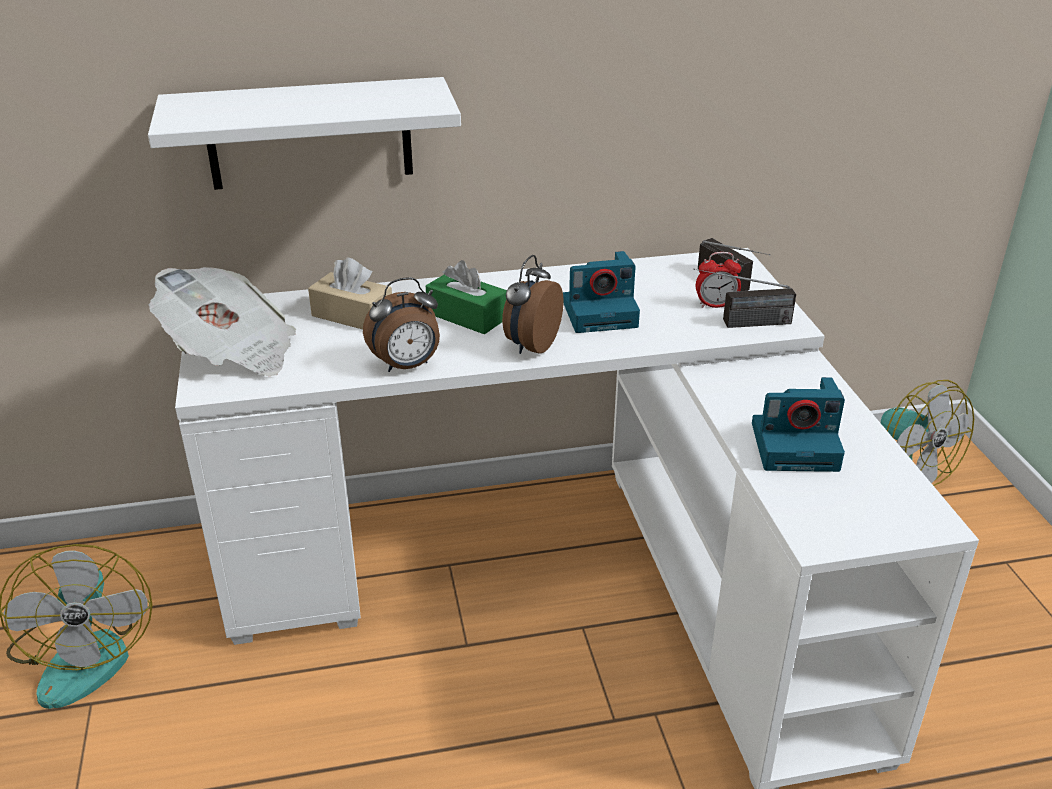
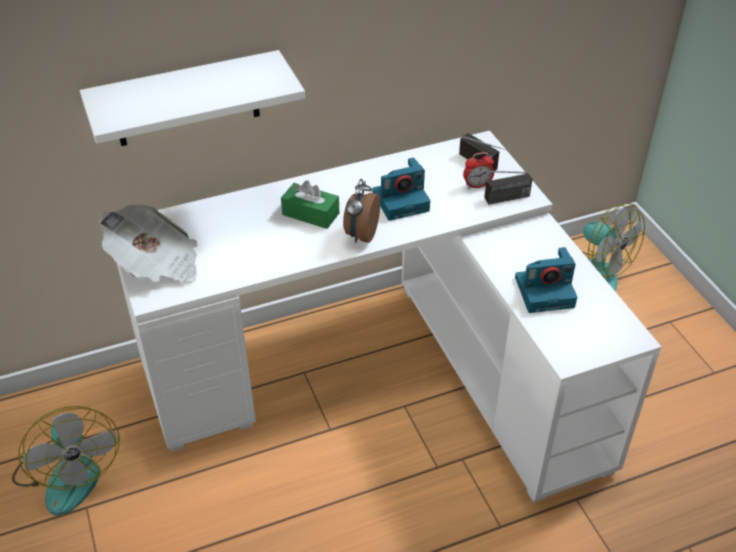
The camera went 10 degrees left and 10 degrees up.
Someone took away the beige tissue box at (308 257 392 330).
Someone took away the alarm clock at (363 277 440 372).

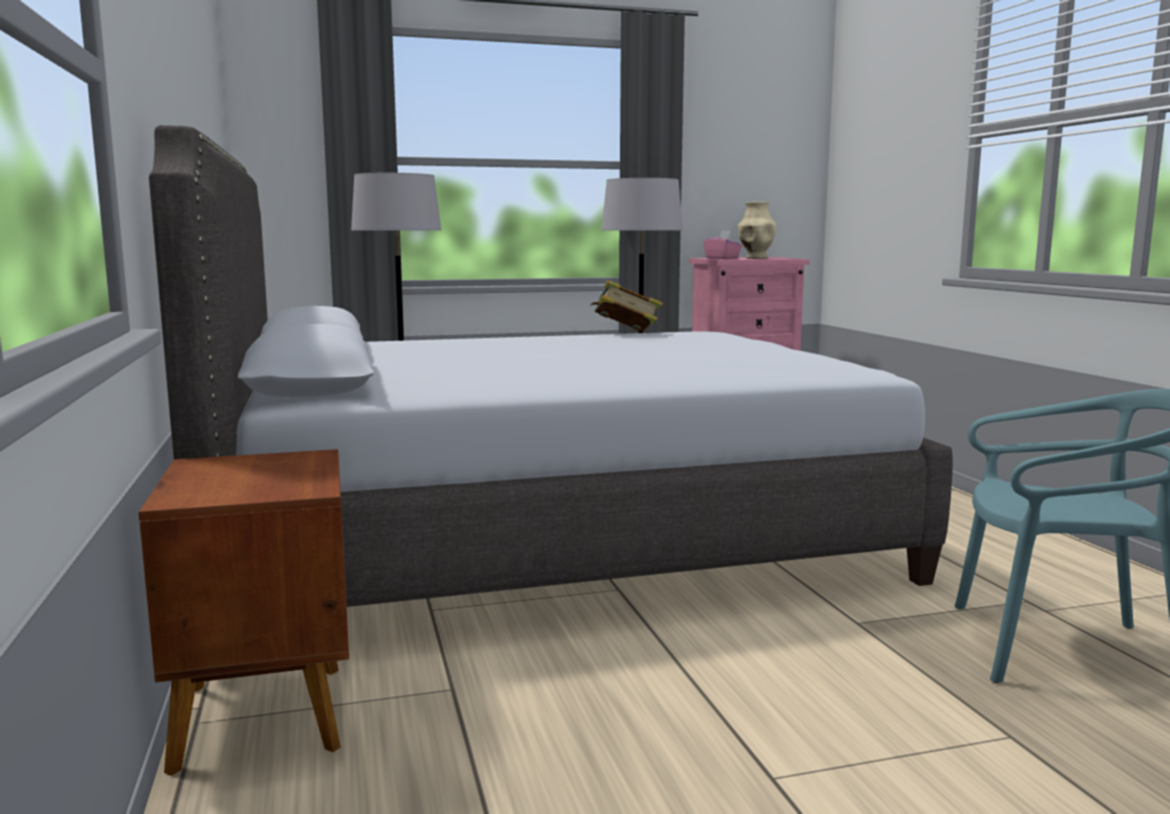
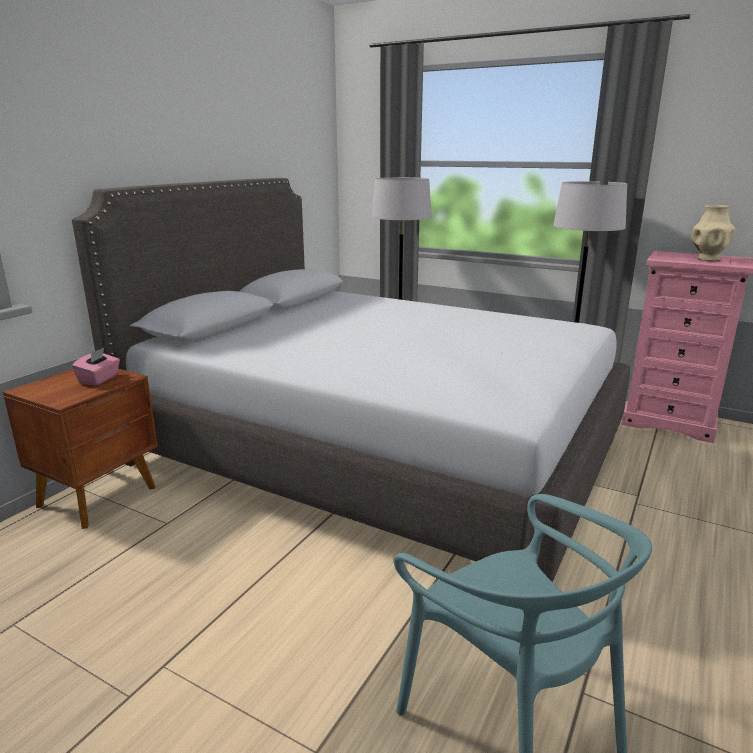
The camera went 45 degrees right and 10 degrees up.
Someone took away the book at (590 280 663 332).
Someone carried the pink tissue box from (703 230 742 259) to (72 348 120 386).

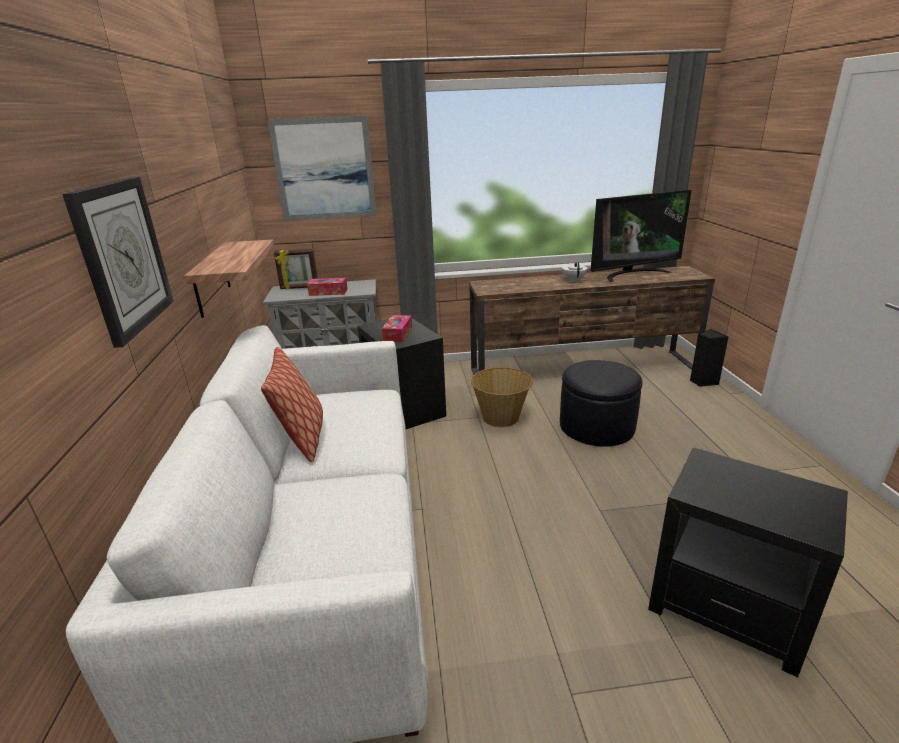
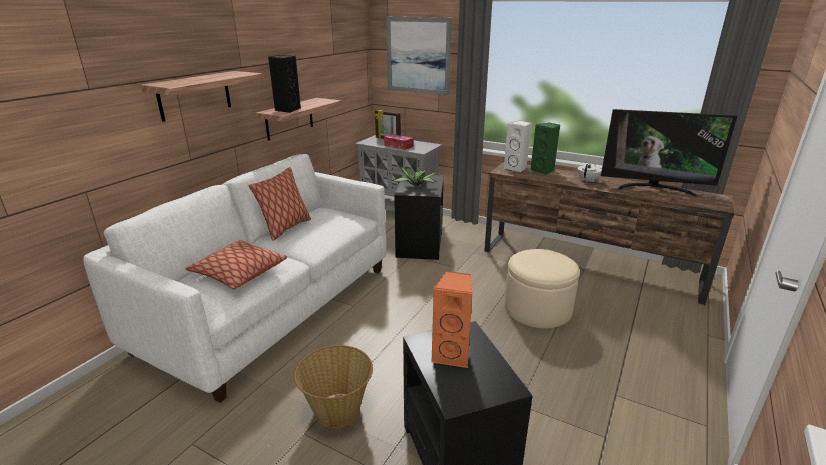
The camera went 35 degrees right and 0 degrees up.
Someone put down the pillow at (185 240 287 289).
Someone put down the orange speaker at (431 271 473 368).
Someone put down the white speaker at (504 120 532 172).
Someone put down the green speaker at (530 122 560 175).
Someone carried the basket from (471 367 533 427) to (294 345 373 428).
Someone carried the black speaker from (690 329 729 387) to (268 56 301 113).
Someone swapped the wall clock at (62 177 174 348) for the shelf at (140 71 264 122).
Someone swapped the tissue box at (382 315 412 342) for the potted plant at (391 167 437 186).
Someone repainted the black ottoman at (560 360 643 447), which became the beige ottoman at (505 249 580 328).

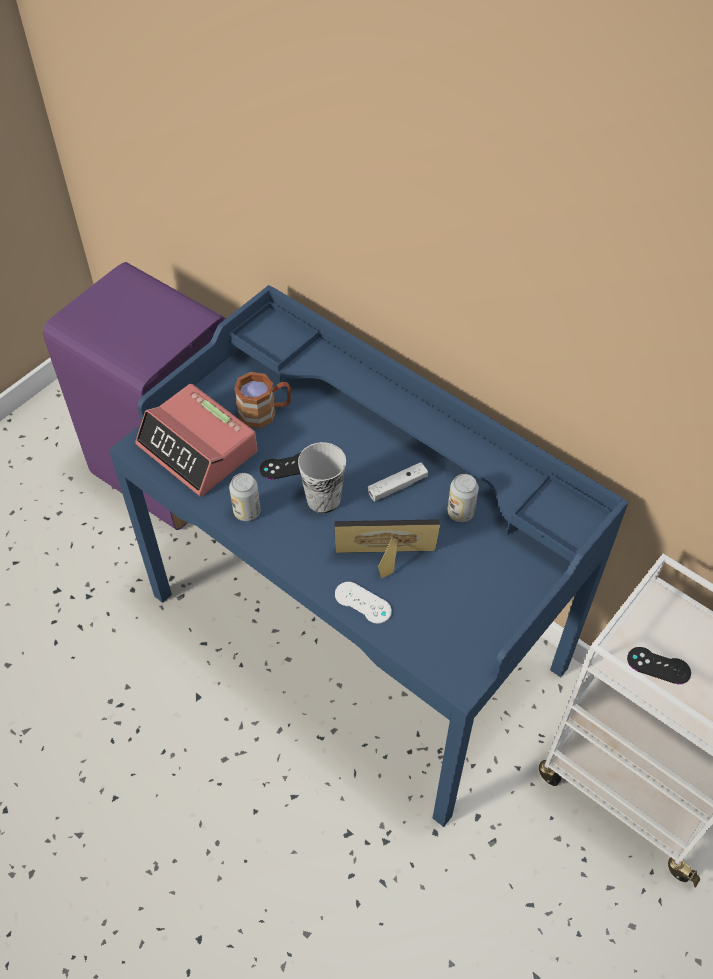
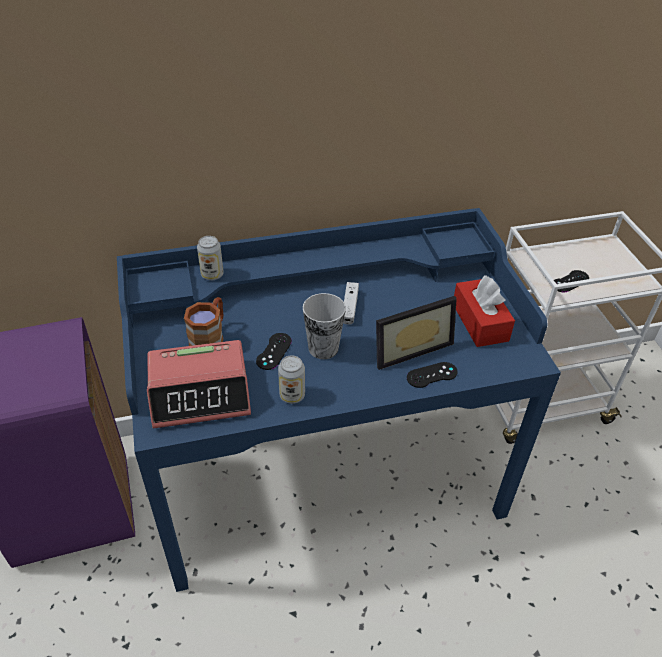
The camera went 55 degrees left and 10 degrees down.
Someone put down the red tissue box at (454 275 515 347).
Someone carried the can from (448 474 479 522) to (197 236 224 280).
Someone repainted the white game controller at (335 582 392 624), which became the black game controller at (407 362 458 388).
Someone rotated the picture frame at (334 519 440 579) by 150 degrees counterclockwise.

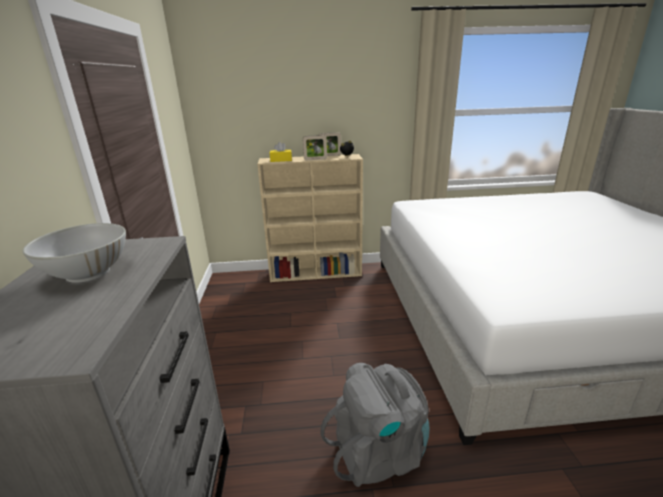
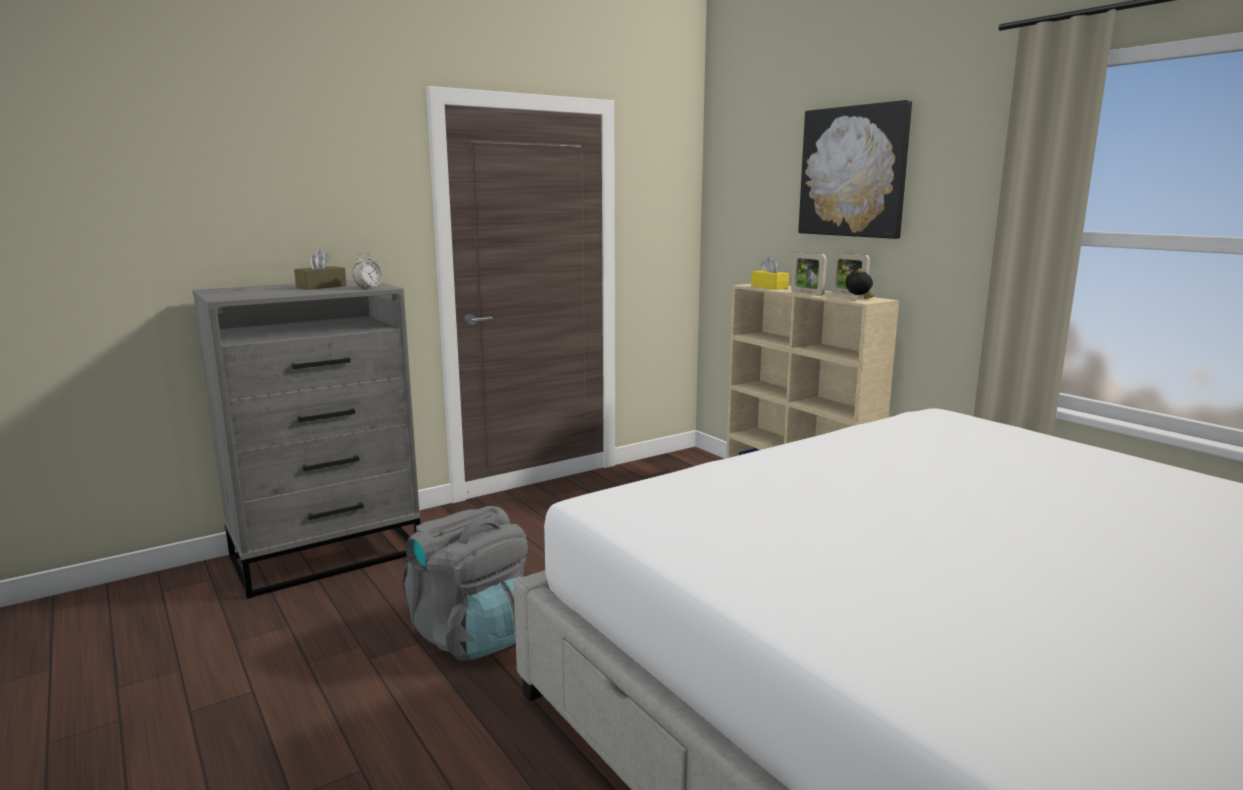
The camera went 60 degrees right and 10 degrees down.
Someone put down the alarm clock at (353 252 383 288).
Someone put up the picture at (798 100 912 239).
Someone swapped the white bowl at (23 223 126 283) for the brown tissue box at (294 250 347 290).

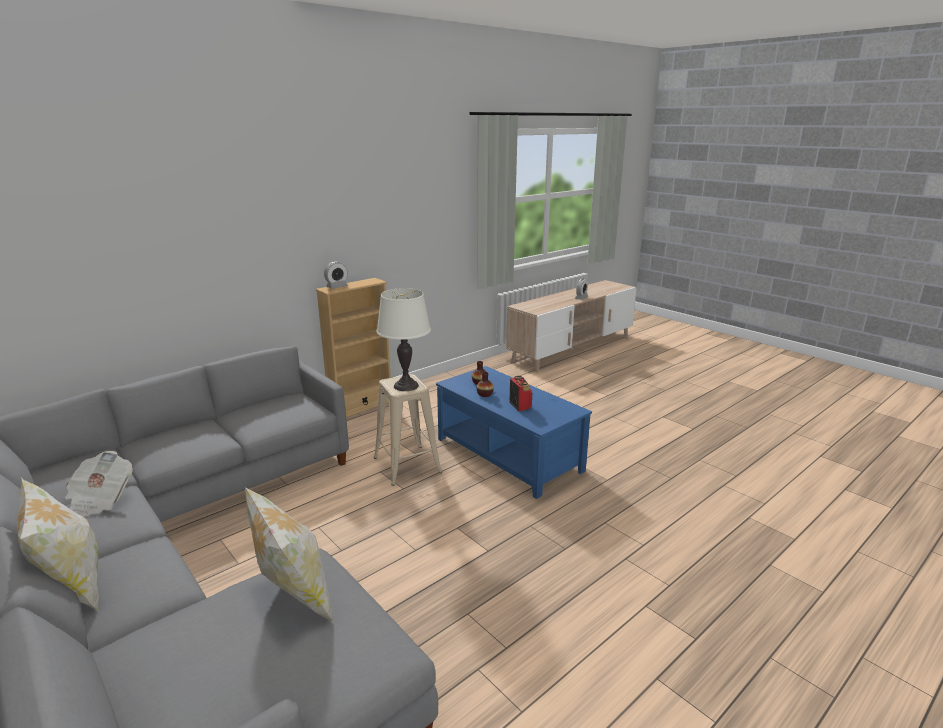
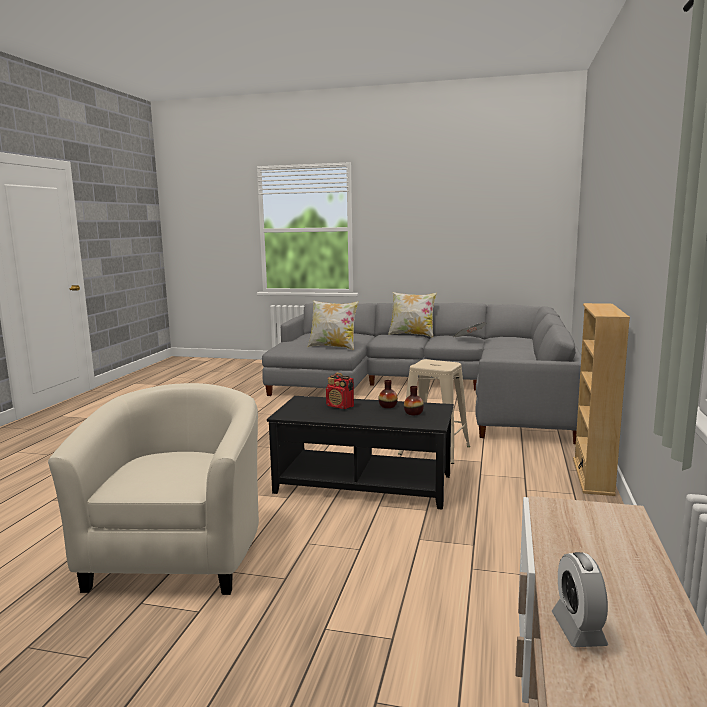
The camera went 145 degrees right and 10 degrees down.
Someone took away the alarm clock at (324 261 348 289).
Someone took away the white table lamp at (376 288 431 391).
Someone put down the beige armchair at (48 383 259 595).
Someone repainted the blue coffee table at (436 366 592 499), which became the black coffee table at (267 396 454 510).

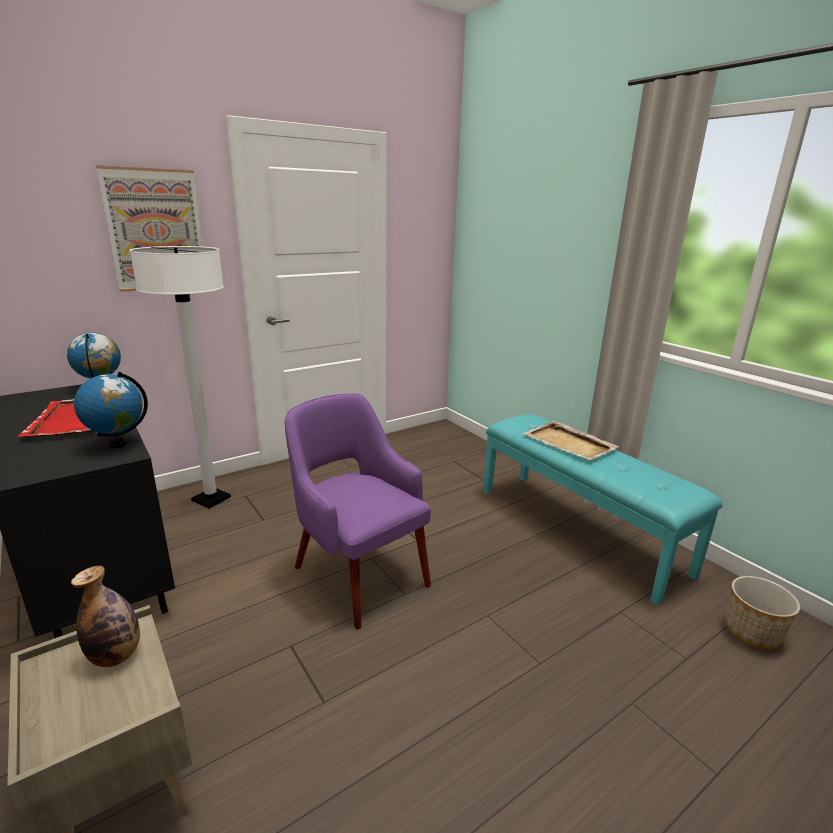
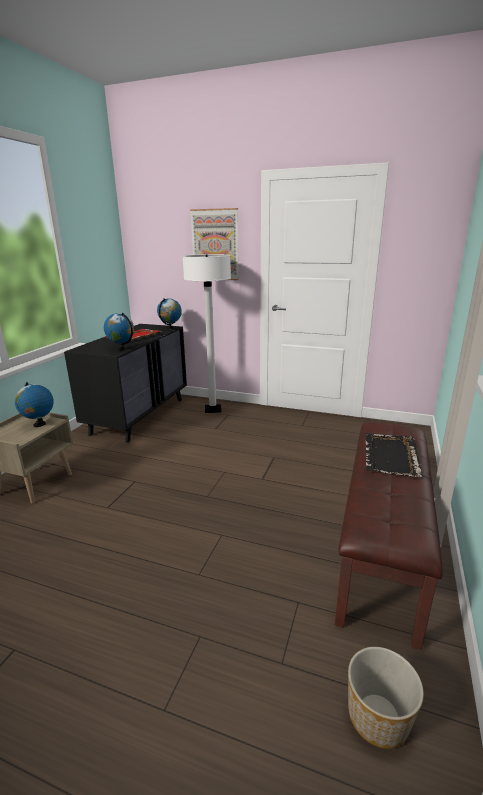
The camera went 55 degrees right and 0 degrees up.
Someone took away the purple armchair at (285 393 431 629).
Someone swapped the bottle at (71 566 140 667) for the globe at (15 382 54 427).
Someone repainted the turquoise bench at (483 415 723 605), which became the brown bench at (334 422 443 650).
Someone repainted the beige tray at (523 421 619 460), which became the black tray at (365 433 423 477).

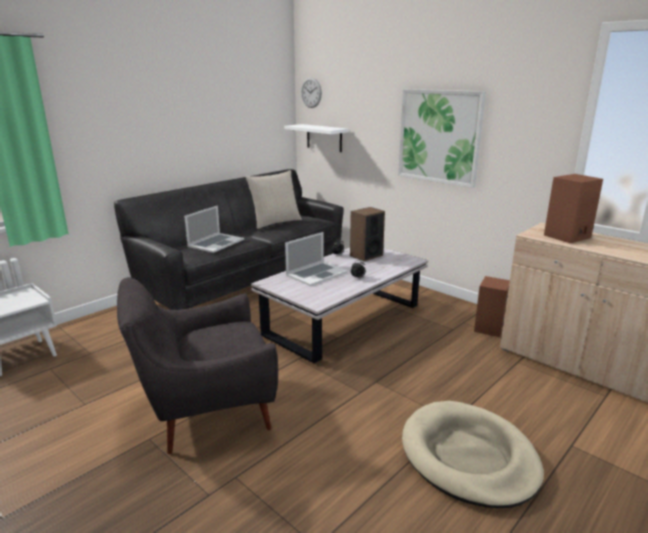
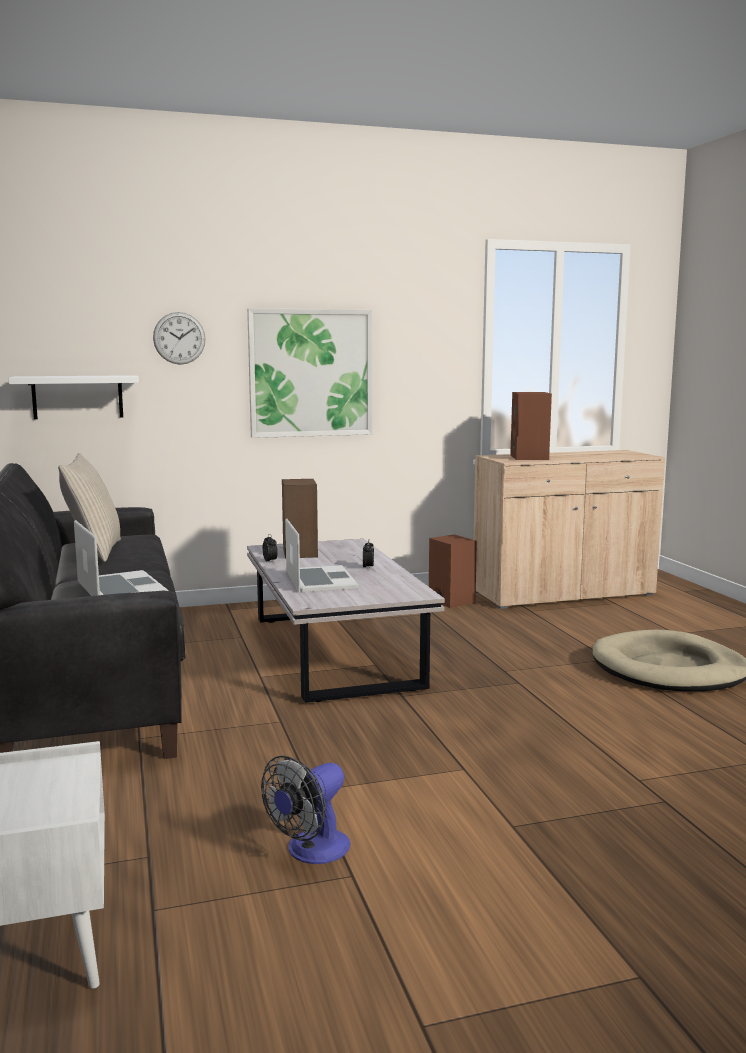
The camera went 60 degrees left and 10 degrees down.
Someone took away the grey armchair at (117 277 278 454).
Someone put down the fan at (261 755 350 864).
Someone carried the wall clock from (301 77 322 108) to (153 312 206 365).

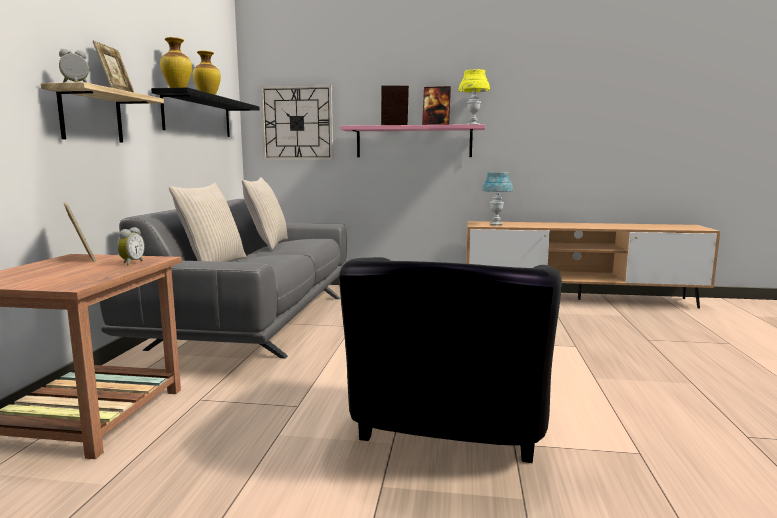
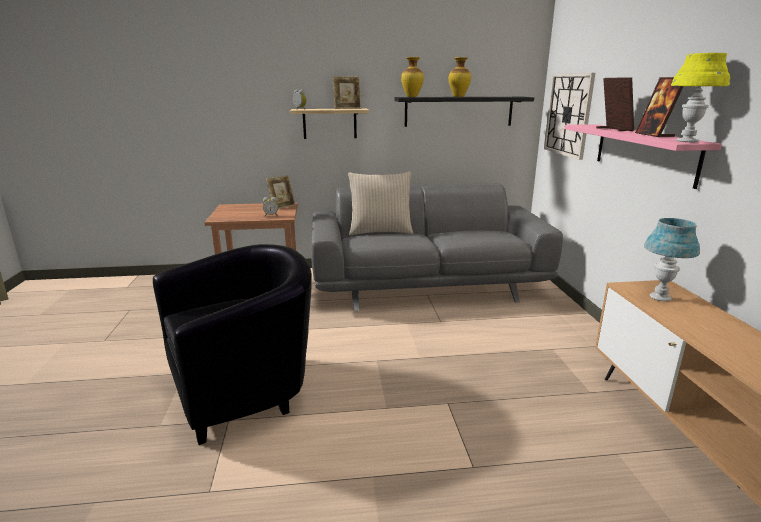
The camera went 75 degrees right and 10 degrees up.
Someone took away the beige pillow at (242 177 288 250).
Someone rotated the black armchair at (339 257 562 463) by 150 degrees clockwise.

